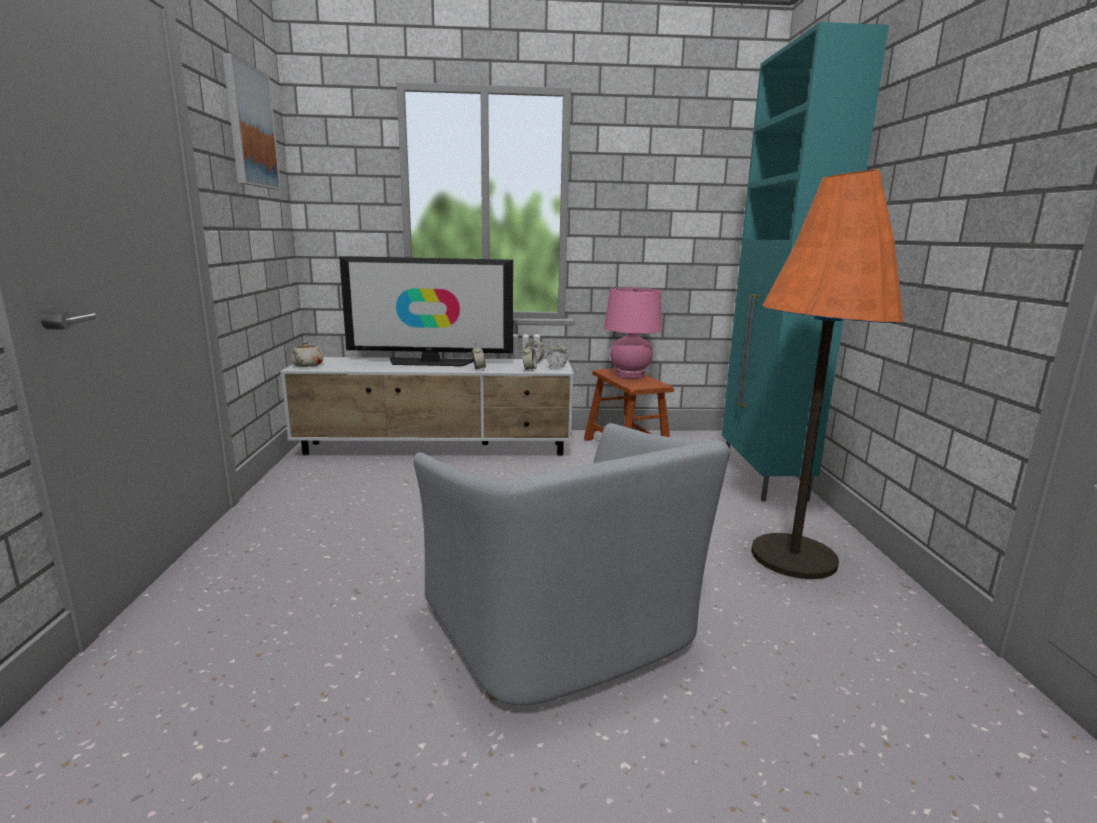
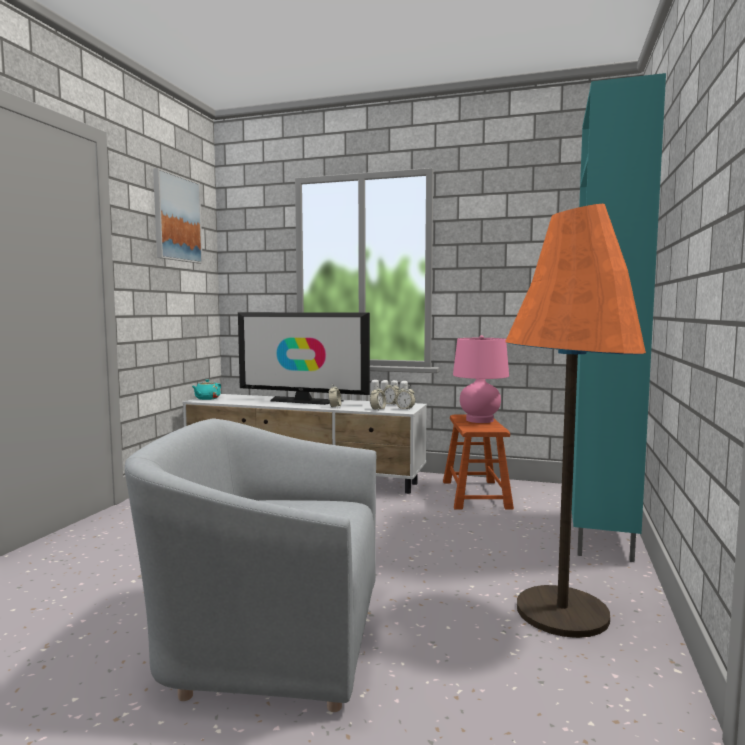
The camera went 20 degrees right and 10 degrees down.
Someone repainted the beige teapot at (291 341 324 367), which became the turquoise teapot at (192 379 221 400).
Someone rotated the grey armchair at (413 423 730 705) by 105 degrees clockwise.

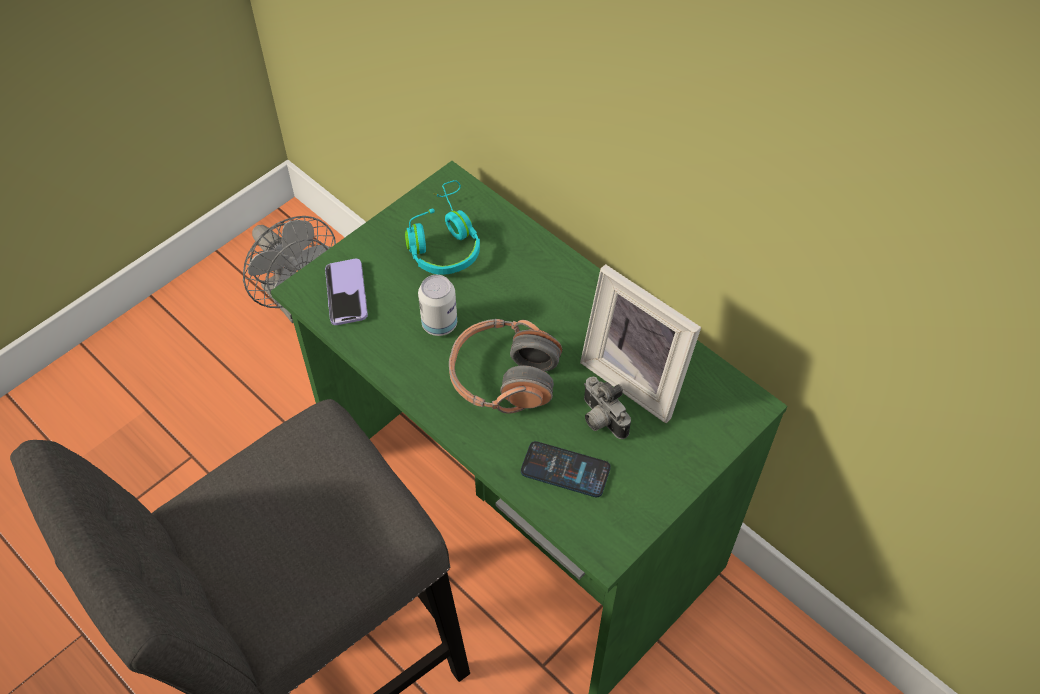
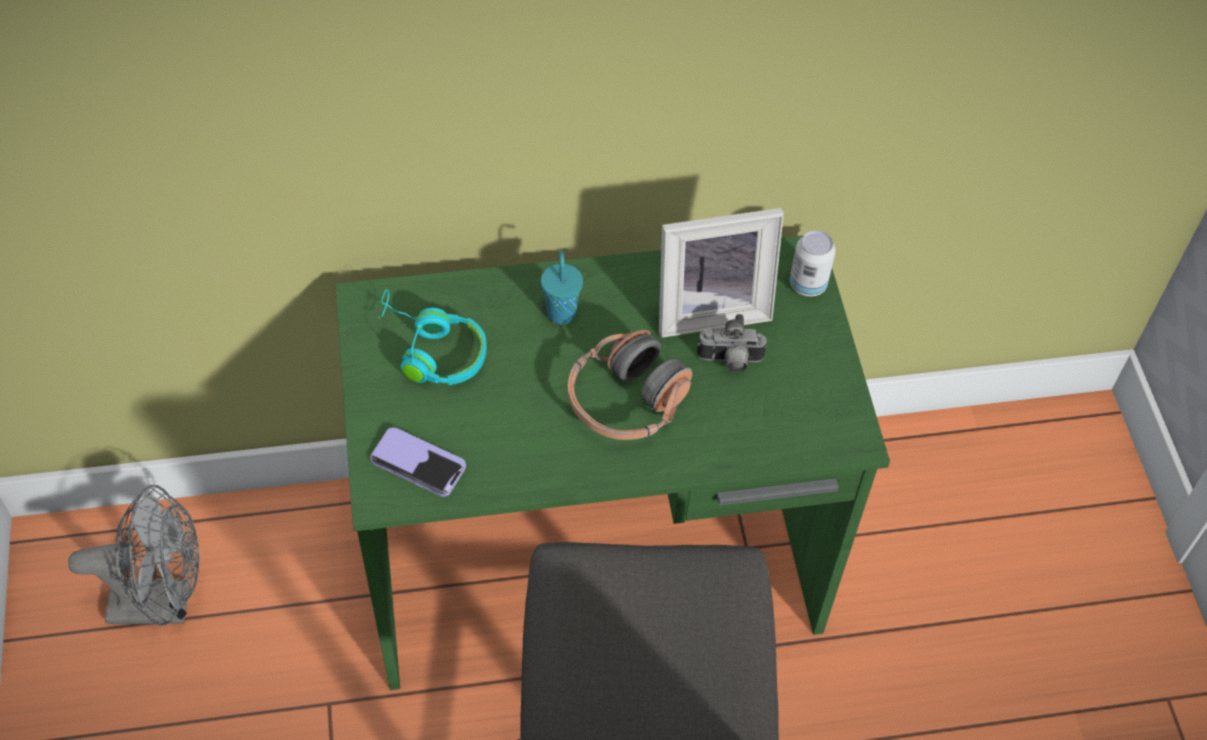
The camera went 55 degrees left and 0 degrees up.
Someone took away the phone at (521 441 611 497).
Someone put down the turquoise cup at (541 250 583 325).
Someone carried the can from (418 275 457 336) to (790 230 836 297).

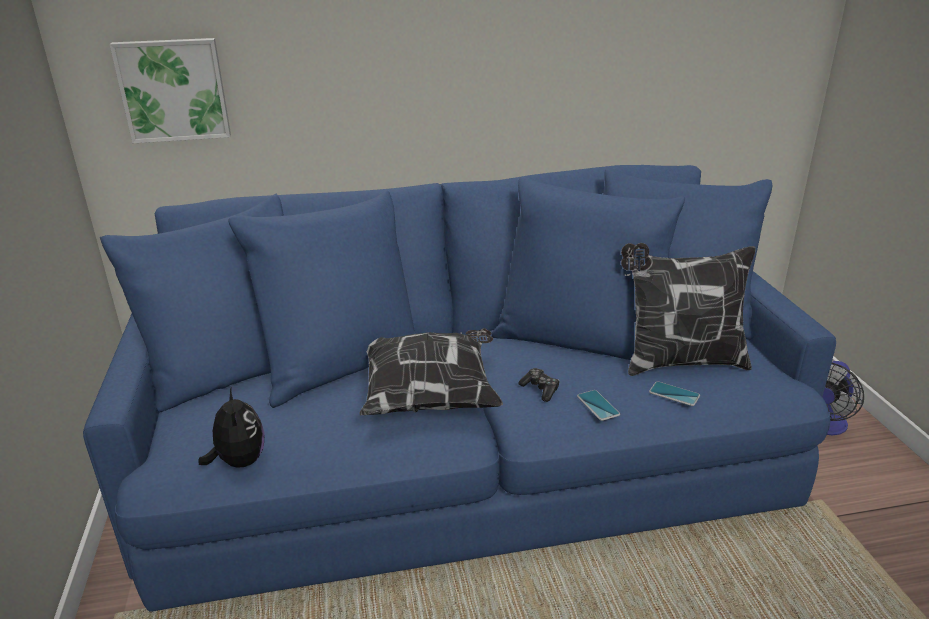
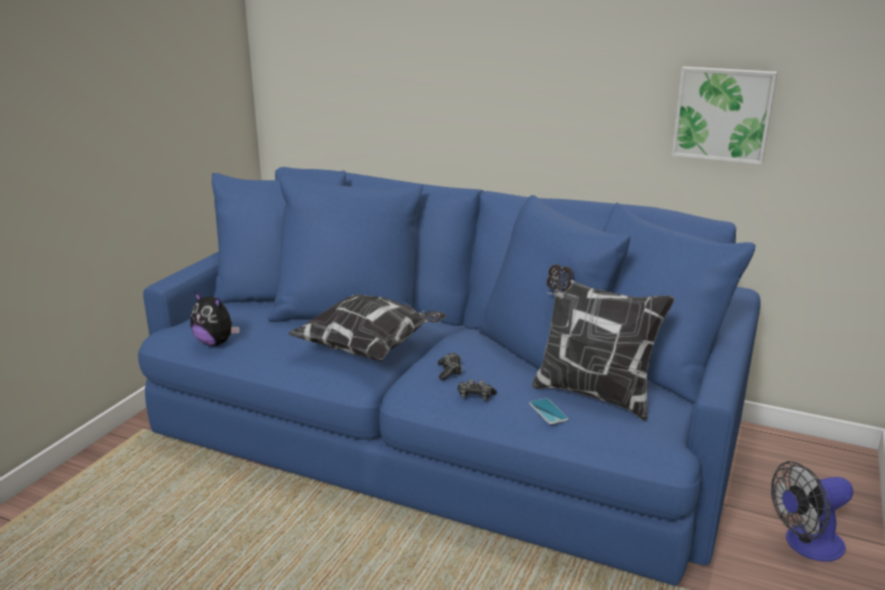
The camera went 35 degrees right and 5 degrees down.
Someone carried the picture from (109 38 231 143) to (671 66 777 165).
Someone swapped the phone at (577 390 620 421) for the game controller at (457 379 497 400).
Someone rotated the plush toy at (198 387 265 468) by 105 degrees clockwise.

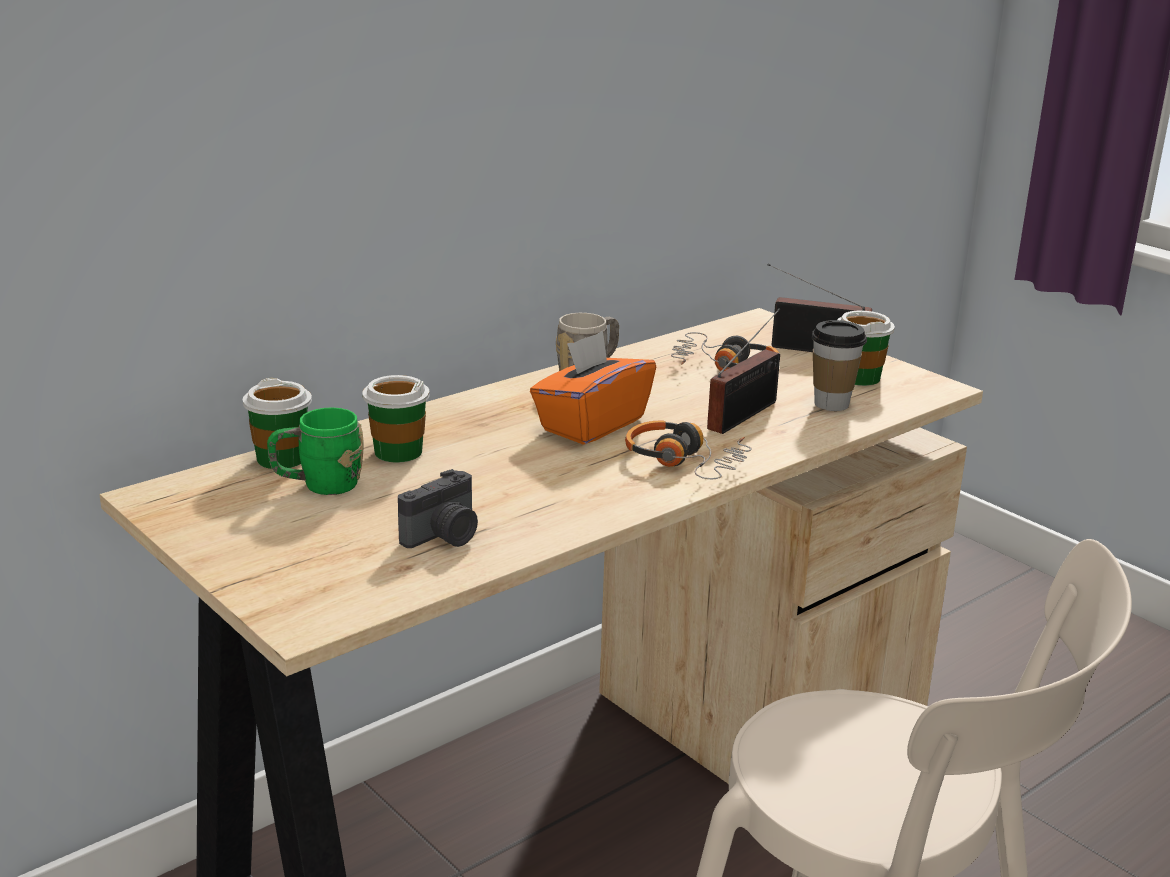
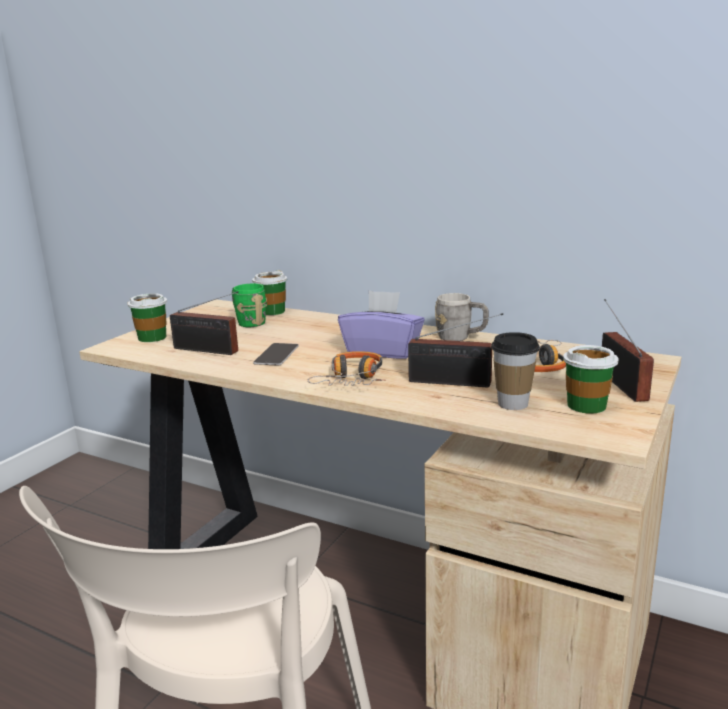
The camera went 70 degrees right and 5 degrees down.
Someone put down the phone at (253 343 299 366).
Someone carried the cup from (362 375 430 462) to (127 293 167 342).
Someone swapped the photo camera at (398 469 478 548) for the radio at (170 291 238 355).
Someone repainted the orange tissue box at (530 331 656 445), which became the purple tissue box at (338 290 425 359).

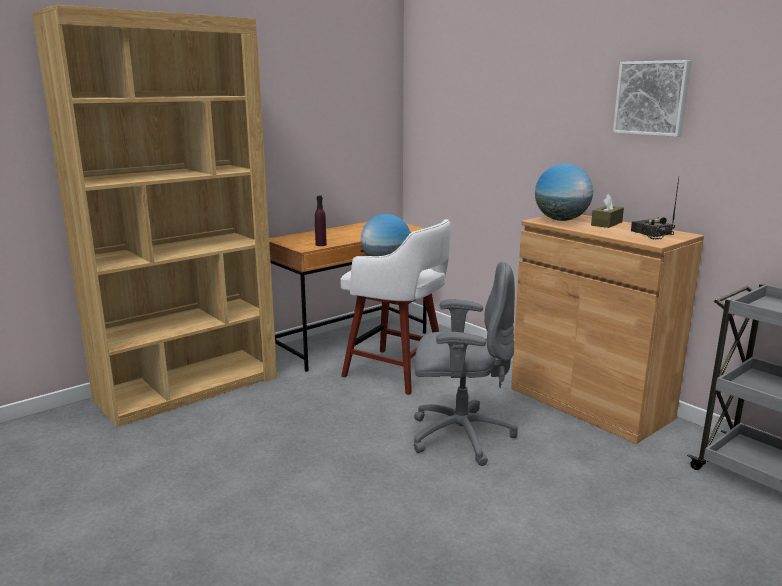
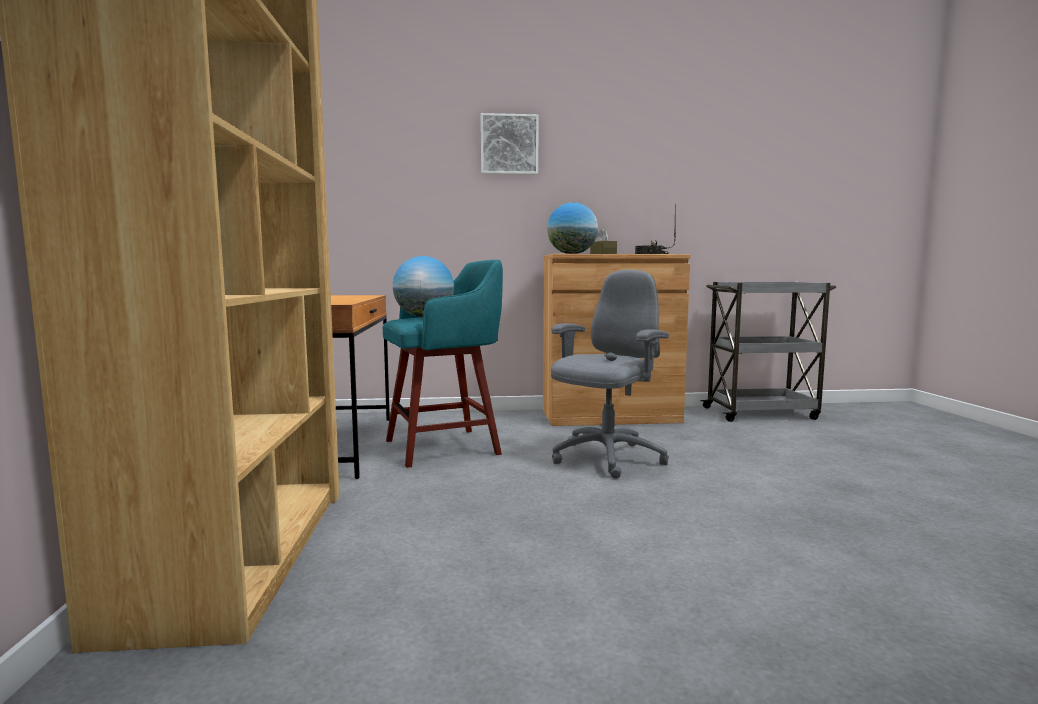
The camera went 55 degrees left and 10 degrees down.
Someone took away the purple bottle at (315 196 327 246).
Someone carried the picture from (613 60 692 137) to (481 113 539 175).
Someone repainted the white stool at (340 219 451 395), which became the turquoise stool at (383 260 503 468).

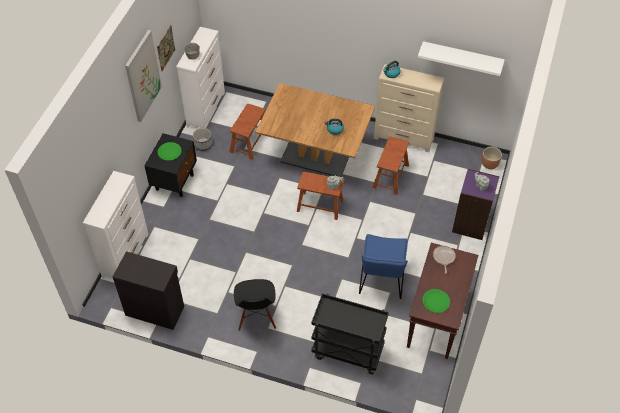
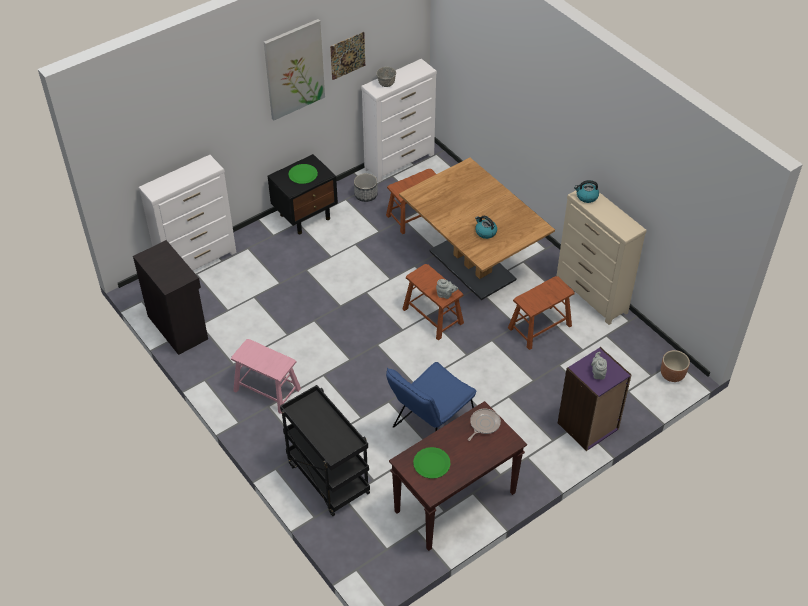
The camera went 35 degrees right and 5 degrees down.
Someone took away the white shelf at (418 41 505 76).
Someone swapped the black chair at (234 279 276 331) for the pink stool at (231 339 301 414).

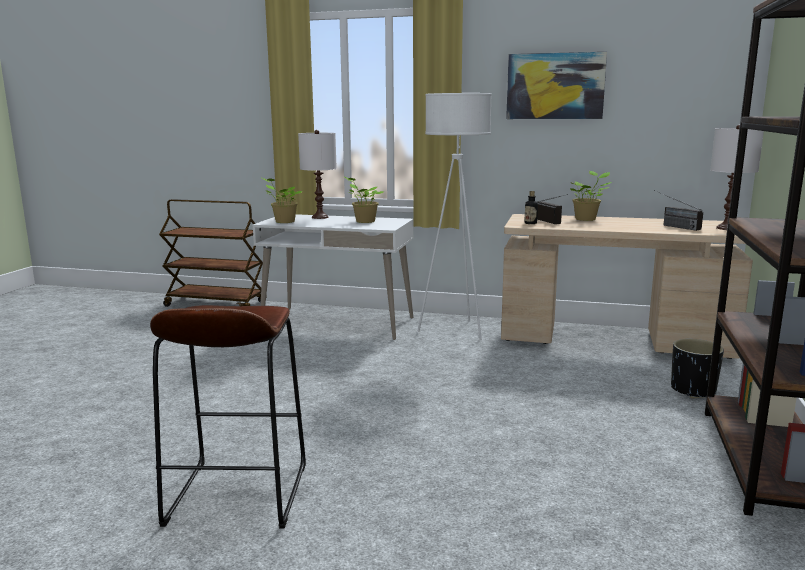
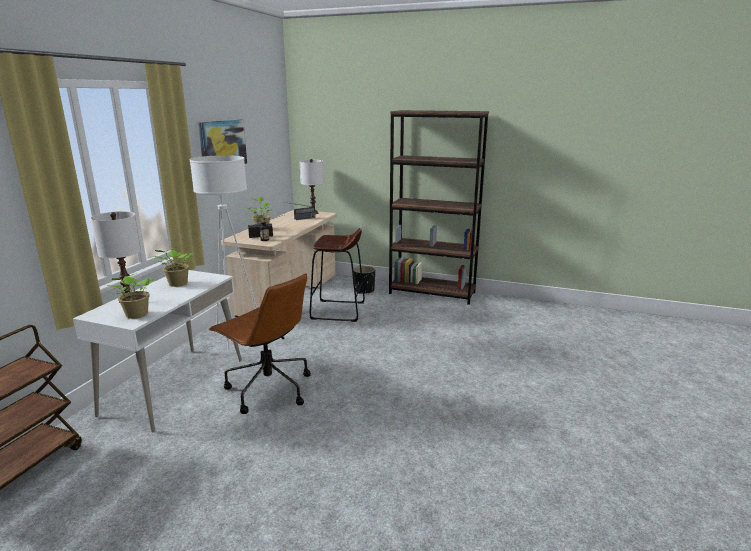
The camera went 85 degrees left and 5 degrees up.
Someone put down the brown office chair at (209 273 311 414).
Someone carried the brown stool from (150 305 306 528) to (309 228 365 322).

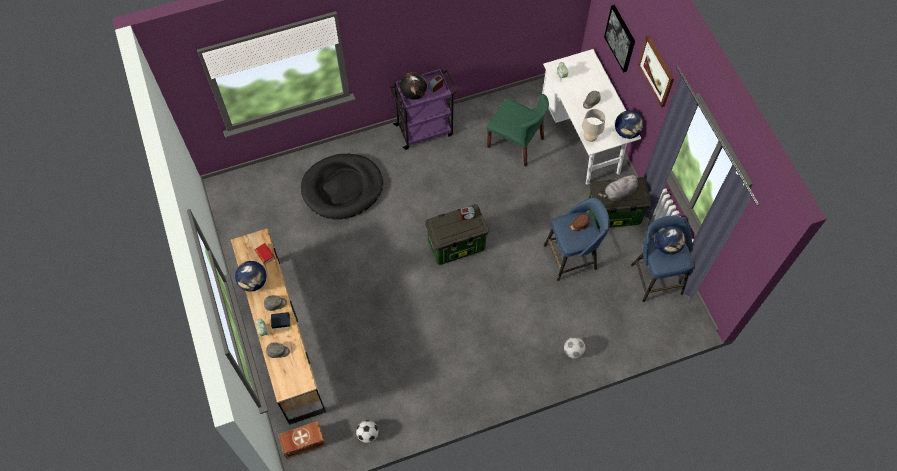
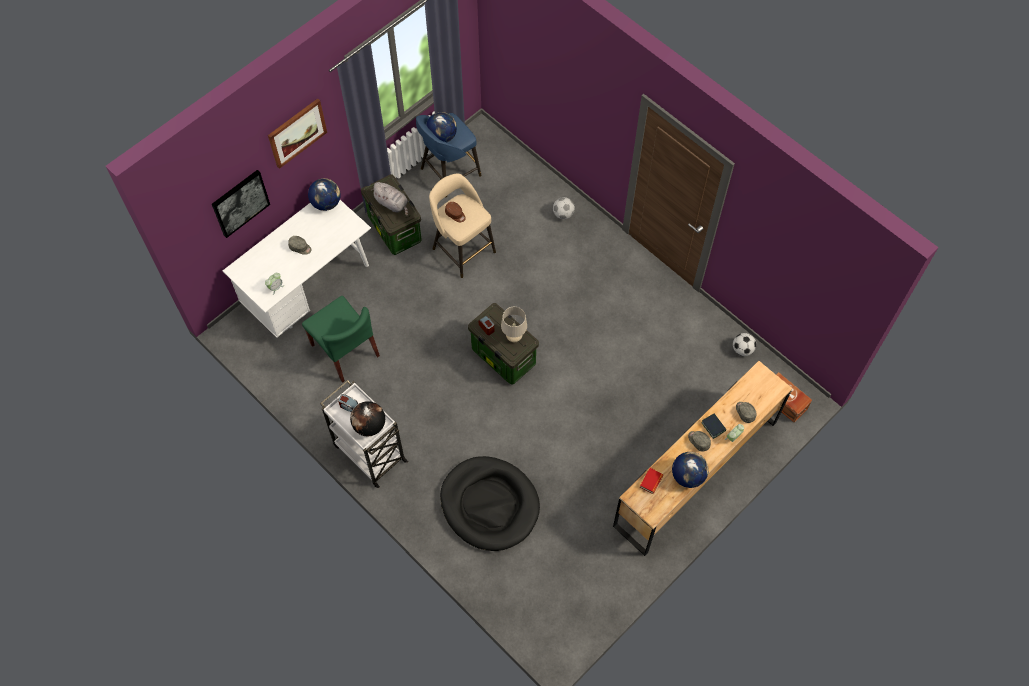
The camera went 115 degrees left and 0 degrees up.
Someone carried the beige table lamp from (582 109 605 142) to (501 307 527 342).
Someone repainted the purple cart at (390 68 457 150), which became the white cart at (320 380 408 488).
Someone repainted the blue stool at (544 197 610 281), which became the beige stool at (429 173 496 278).
Someone rotated the green chair at (487 94 549 167) by 135 degrees clockwise.

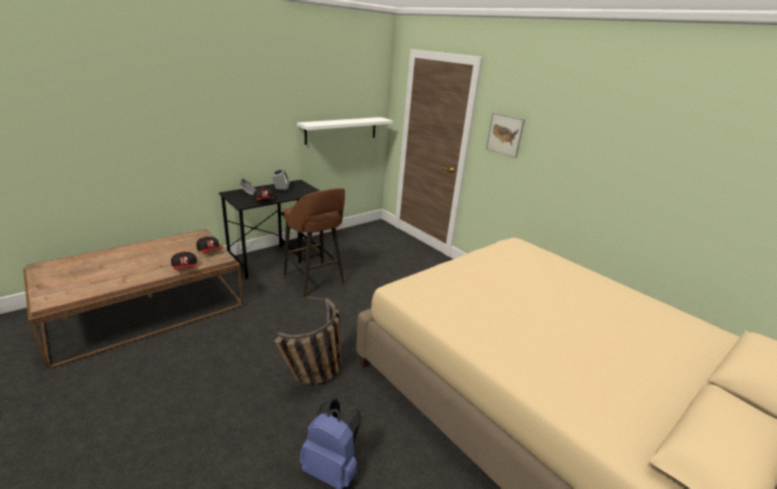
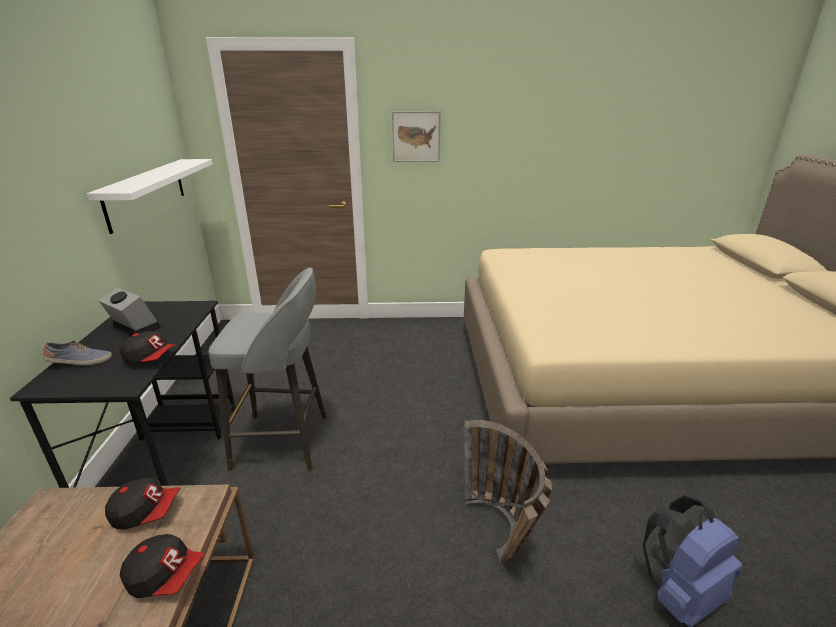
The camera went 50 degrees left and 0 degrees up.
Someone repainted the brown stool at (283 188 345 297), which became the grey stool at (209 268 327 471).

